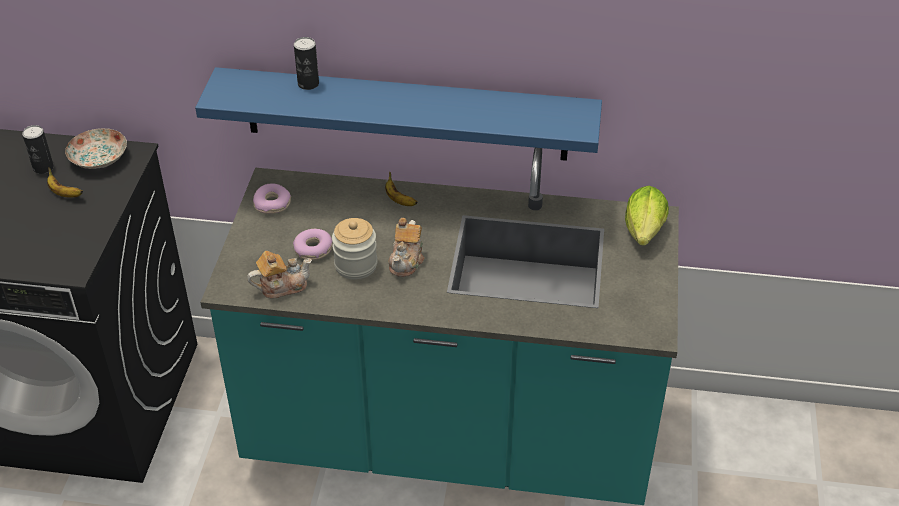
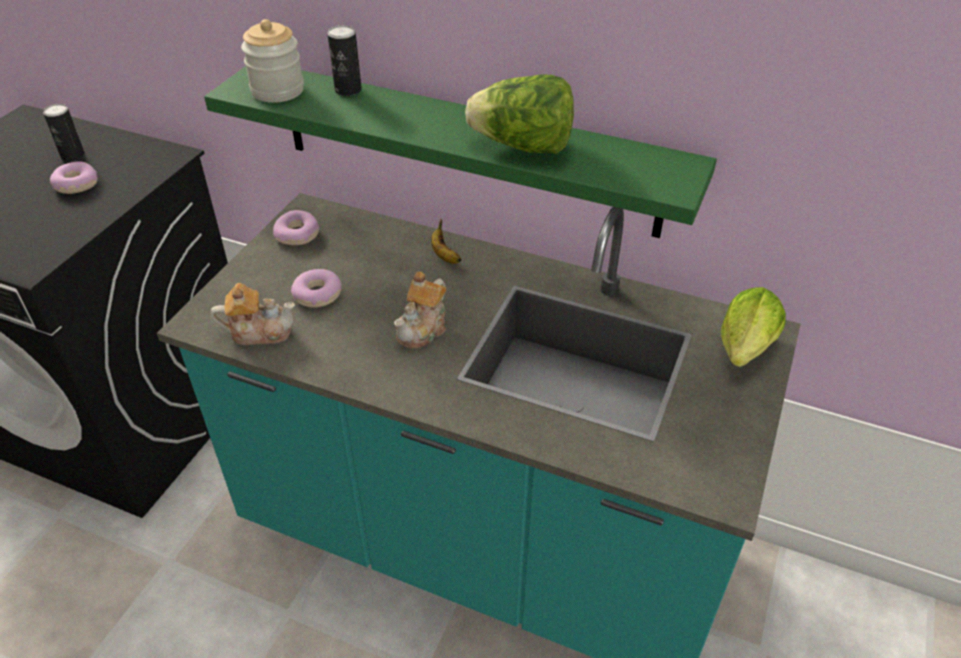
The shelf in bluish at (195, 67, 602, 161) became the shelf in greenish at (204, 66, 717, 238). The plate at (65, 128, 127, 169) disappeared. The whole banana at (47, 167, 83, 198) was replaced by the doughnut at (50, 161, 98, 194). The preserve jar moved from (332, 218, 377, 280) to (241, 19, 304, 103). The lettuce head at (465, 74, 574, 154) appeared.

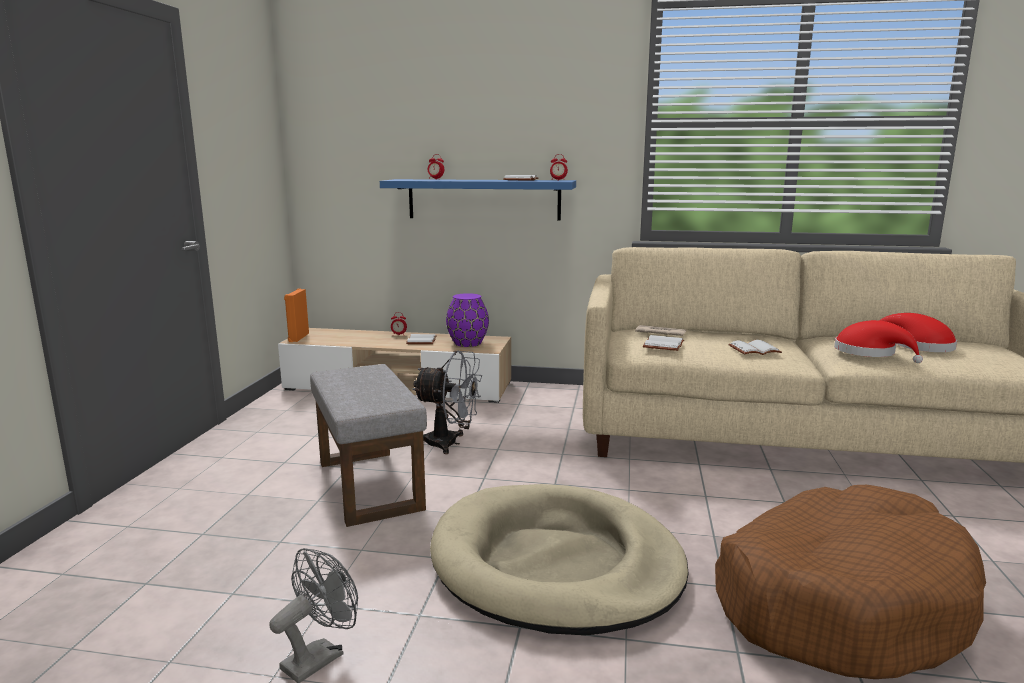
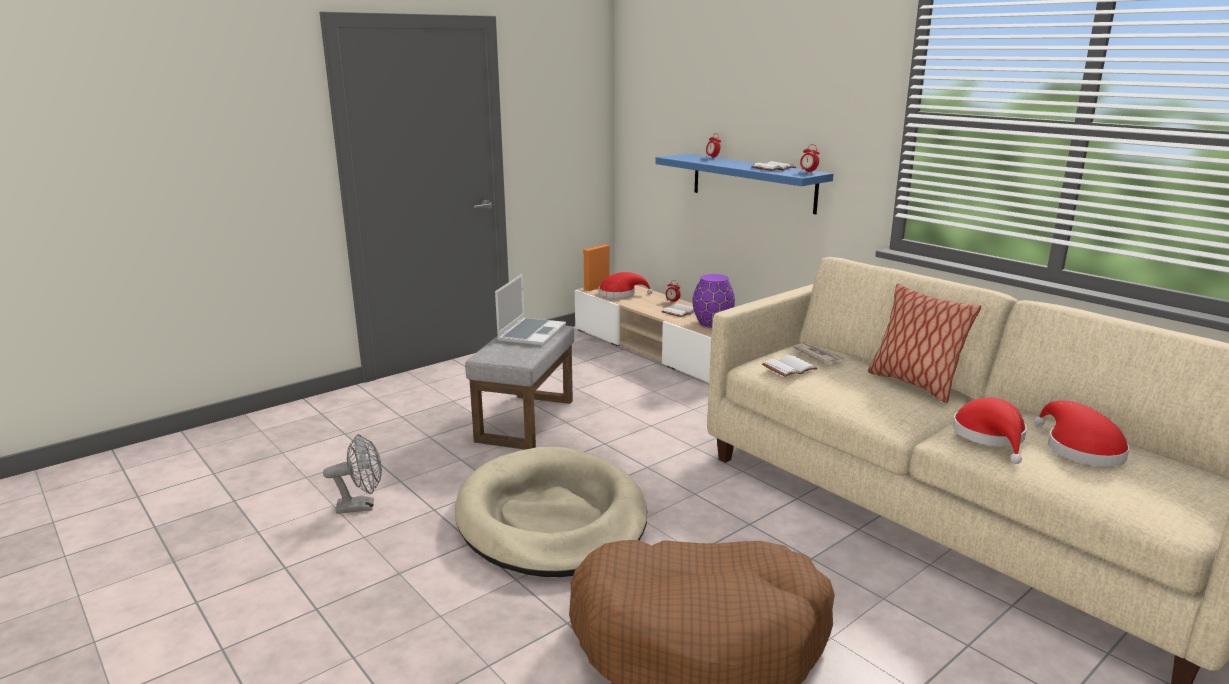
The volume in whitish at (728, 340, 782, 355) disappeared. The fan in greyish at (413, 350, 482, 454) disappeared. The clothing hat in red-coloured at (599, 272, 653, 298) appeared. The notebook computer at (495, 274, 566, 346) appeared. The cushion at (868, 284, 981, 403) appeared.

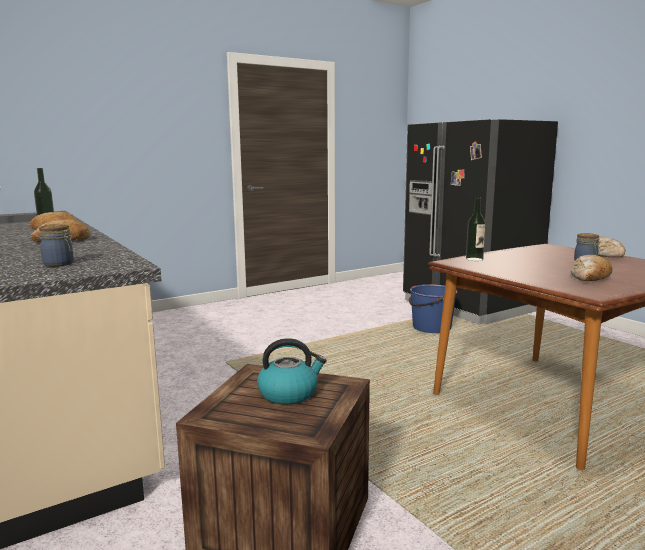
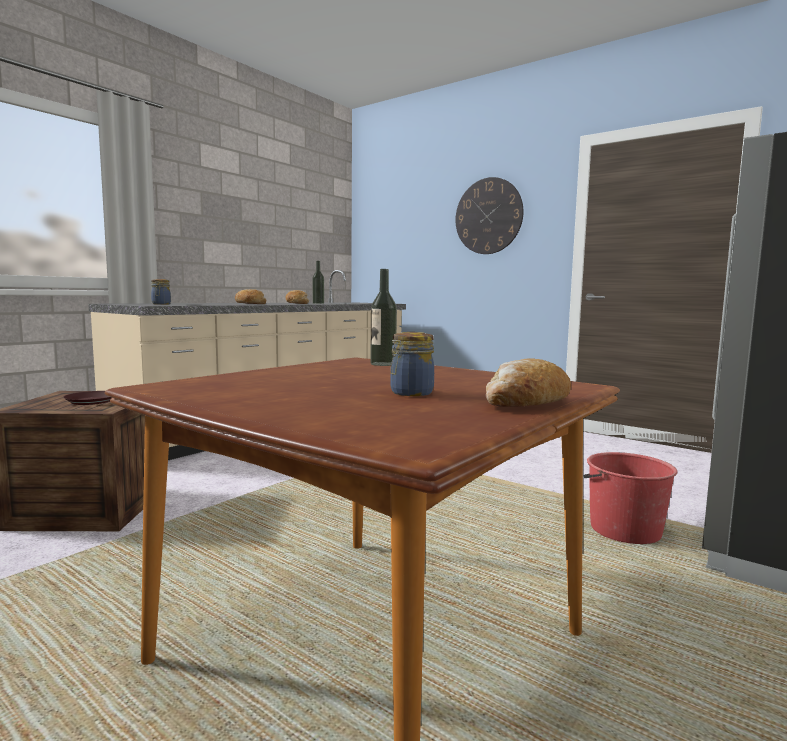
The bakery bread at (570, 255, 612, 281) disappeared. The pail in bluish at (409, 284, 458, 333) became the pail in red-coloured at (583, 452, 678, 544). The kettle at (257, 338, 327, 404) was replaced by the plate in brown-coloured at (63, 391, 112, 405). The hanging clock at (455, 177, 524, 254) appeared.

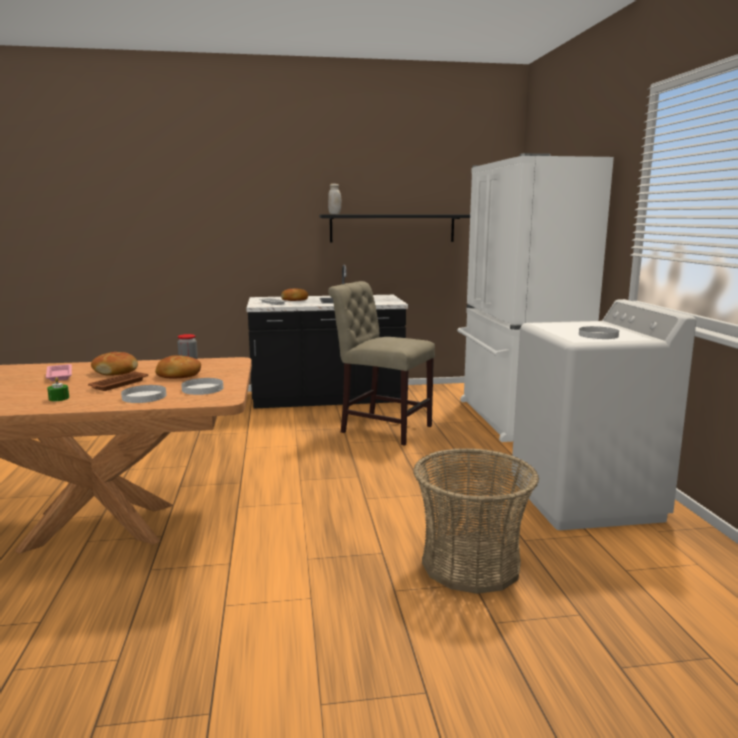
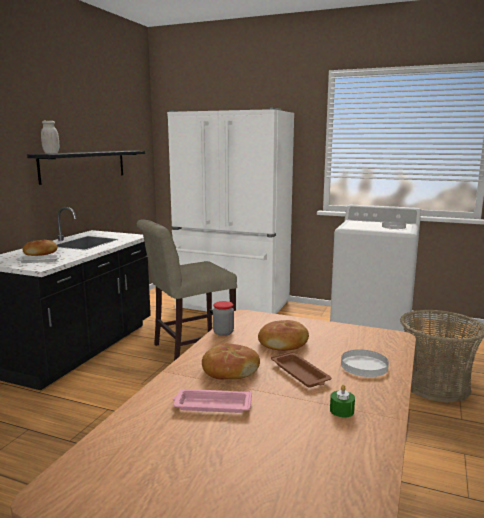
The plate in whitish at (181, 378, 223, 395) disappeared.

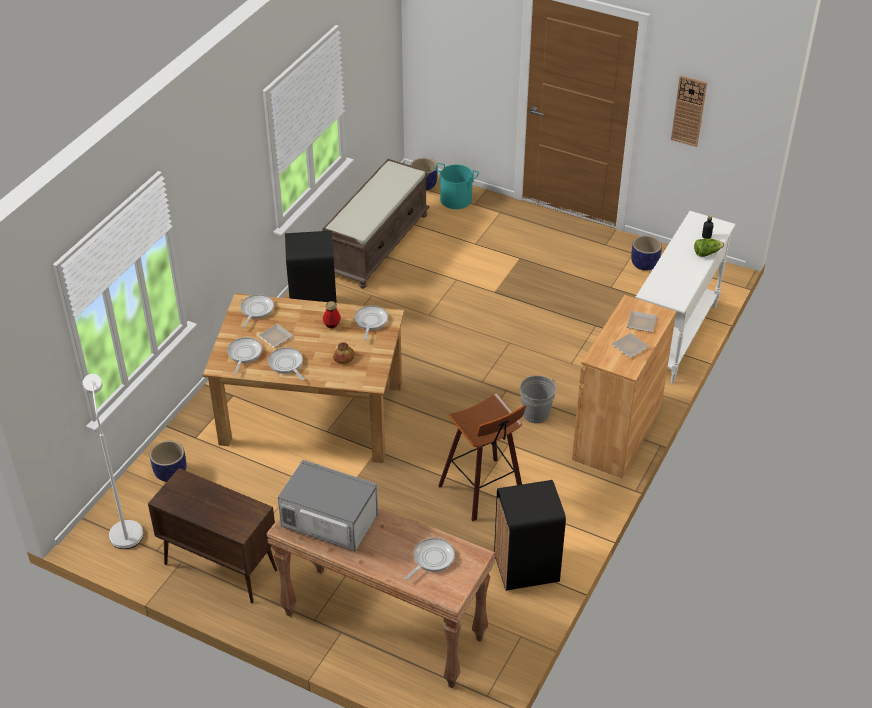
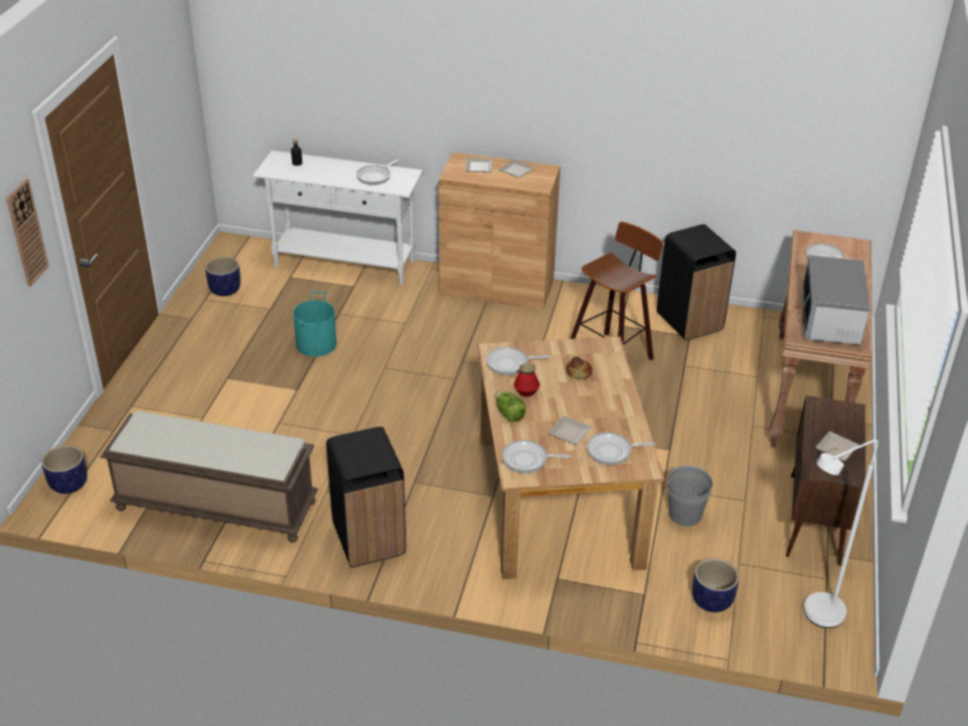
The hanging clock moved from (671, 76, 707, 147) to (6, 179, 49, 287). The pail in turquoise-coloured moved from (434, 163, 479, 209) to (293, 291, 337, 357). The lettuce head moved from (694, 238, 724, 257) to (496, 391, 526, 422). The pan moved from (268, 347, 305, 381) to (356, 159, 400, 185). The pail in greyish moved from (520, 375, 556, 423) to (668, 465, 713, 526). The plate at (815, 431, 859, 461) appeared.

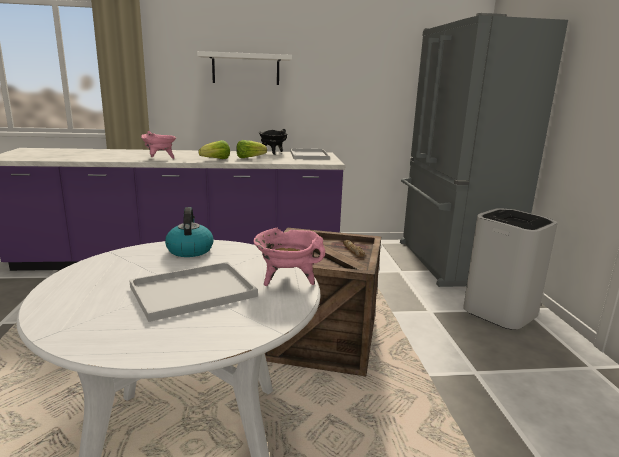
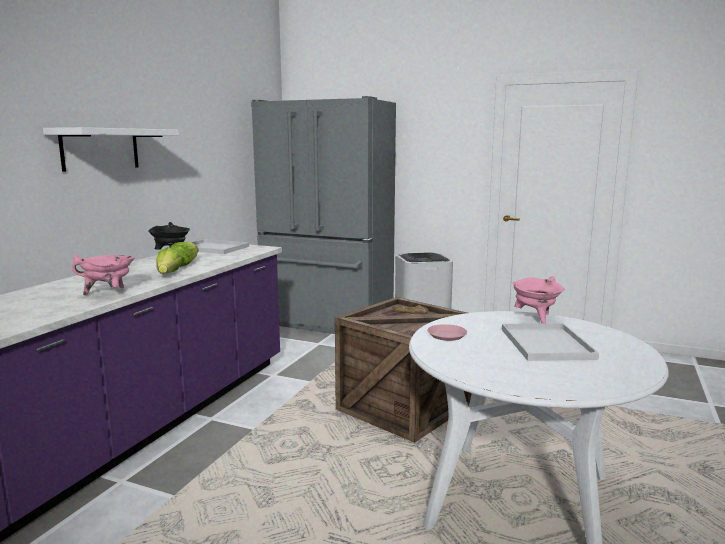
The kettle at (165, 207, 214, 257) was replaced by the plate in pink-coloured at (427, 324, 467, 341).

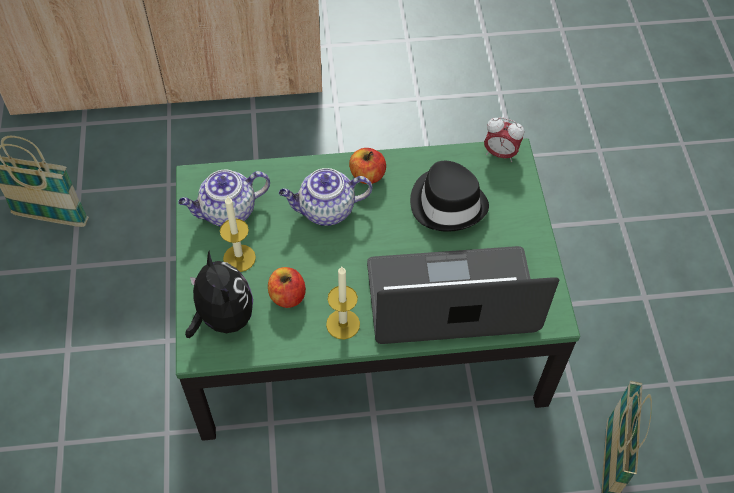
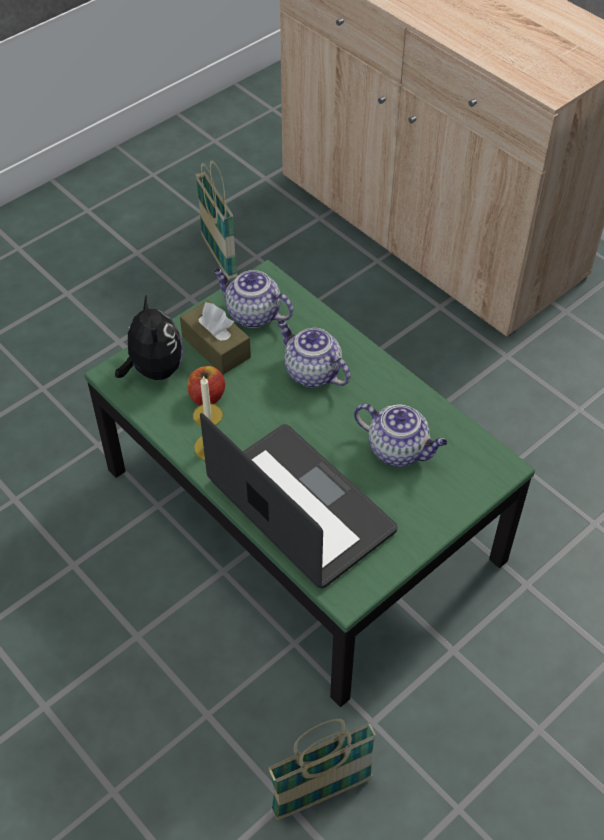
The bedside clock at (484, 117, 524, 162) disappeared. The apple at (349, 148, 386, 184) disappeared. The clothing hat in black-coloured at (410, 161, 489, 232) was replaced by the pot for tea at (354, 403, 448, 467). The wax candle at (220, 197, 256, 272) was replaced by the box of tissues in brown-coloured at (180, 300, 251, 375). The soft toy at (185, 251, 253, 338) turned 45 degrees counterclockwise.

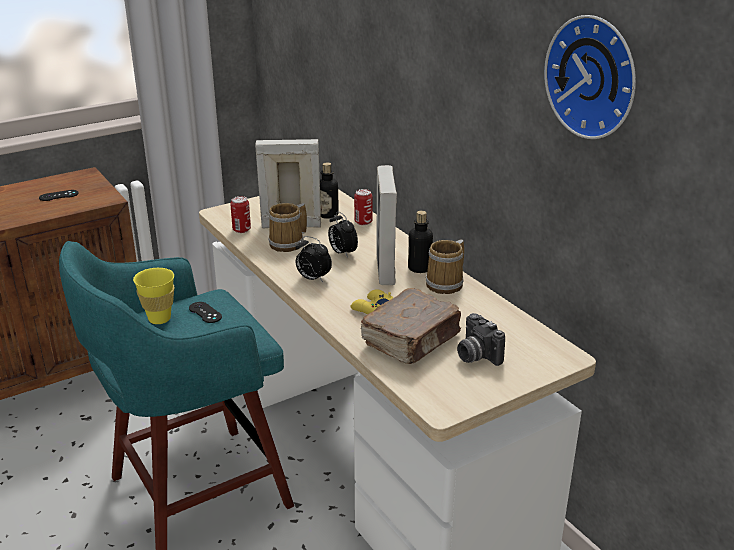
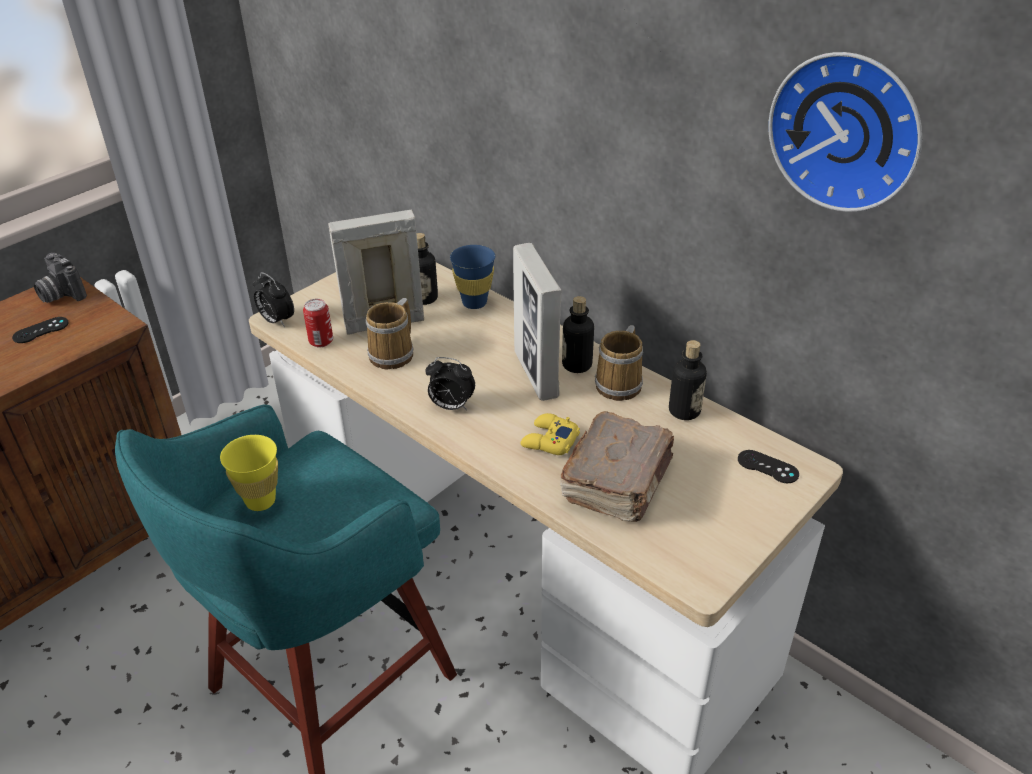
The metal can at (354, 189, 372, 225) was replaced by the cup in bluish at (450, 245, 495, 309). The bedside clock moved from (328, 211, 358, 258) to (253, 272, 294, 327). The game controller in black-coloured moved from (189, 302, 222, 323) to (738, 450, 799, 483). The still camera moved from (457, 313, 505, 366) to (34, 253, 87, 303). The bottle at (669, 340, 707, 420) appeared.

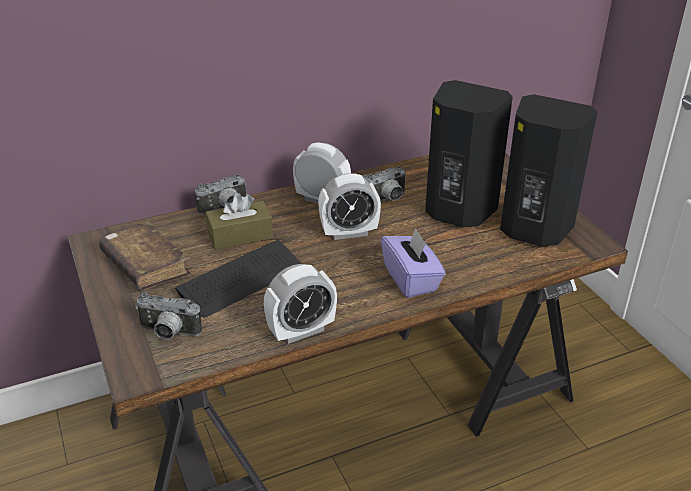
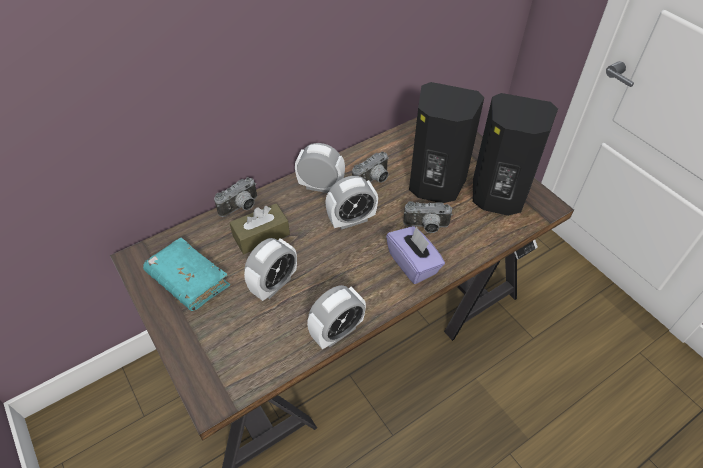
The volume in brown-coloured at (99, 221, 191, 290) became the volume in turquoise-coloured at (143, 238, 230, 311). The keyboard at (175, 240, 301, 318) was replaced by the bedside clock at (244, 238, 297, 301). The still camera moved from (135, 292, 202, 339) to (403, 201, 453, 233).

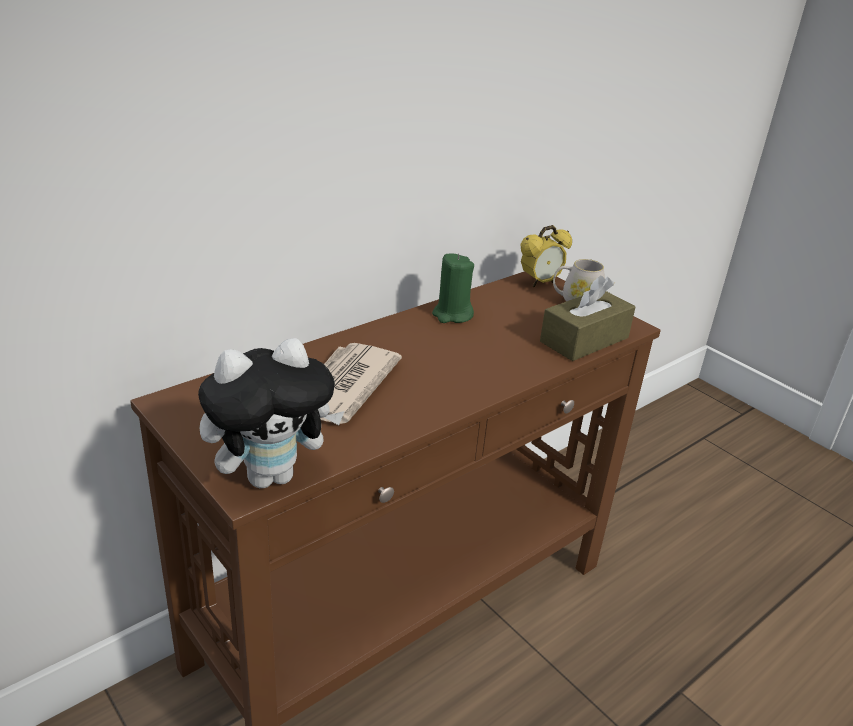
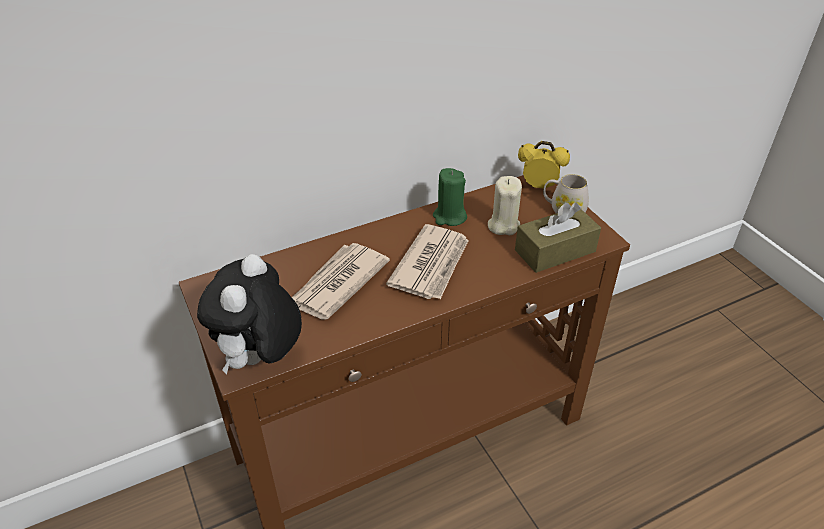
The bedside clock at (521, 225, 572, 287) turned 150 degrees counterclockwise. The soft toy at (198, 338, 344, 488) turned 120 degrees clockwise. The wax candle in beige-coloured at (488, 176, 522, 235) appeared. The newspaper at (386, 224, 469, 299) appeared.

